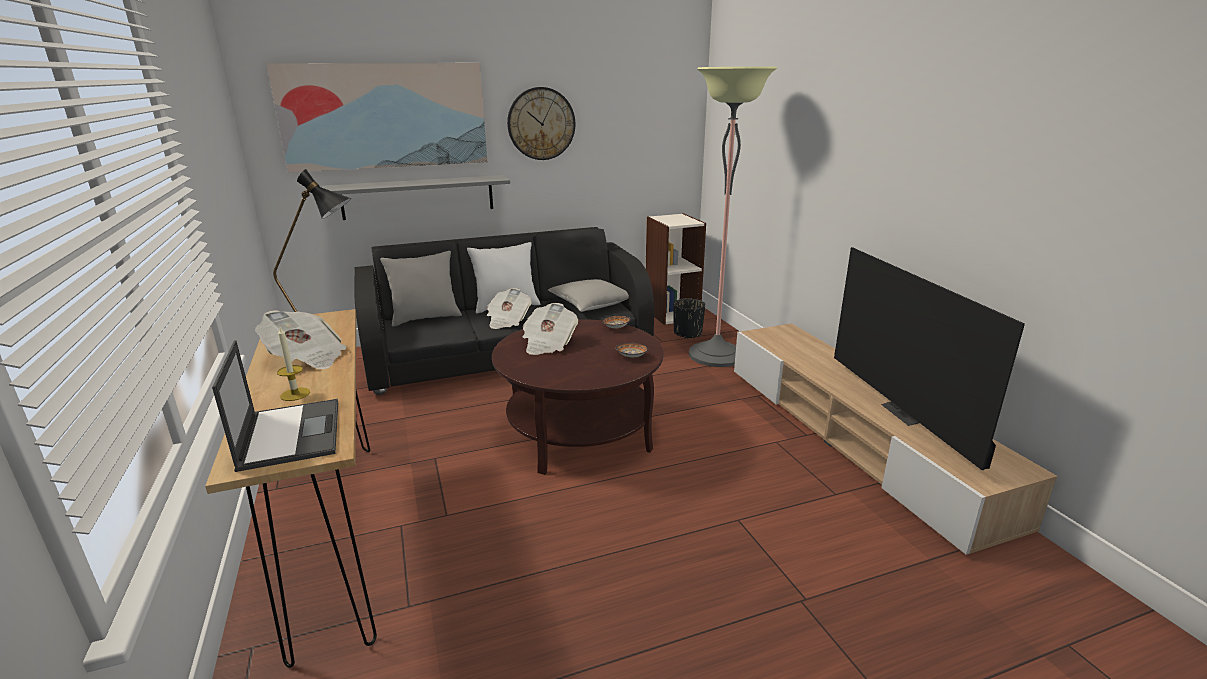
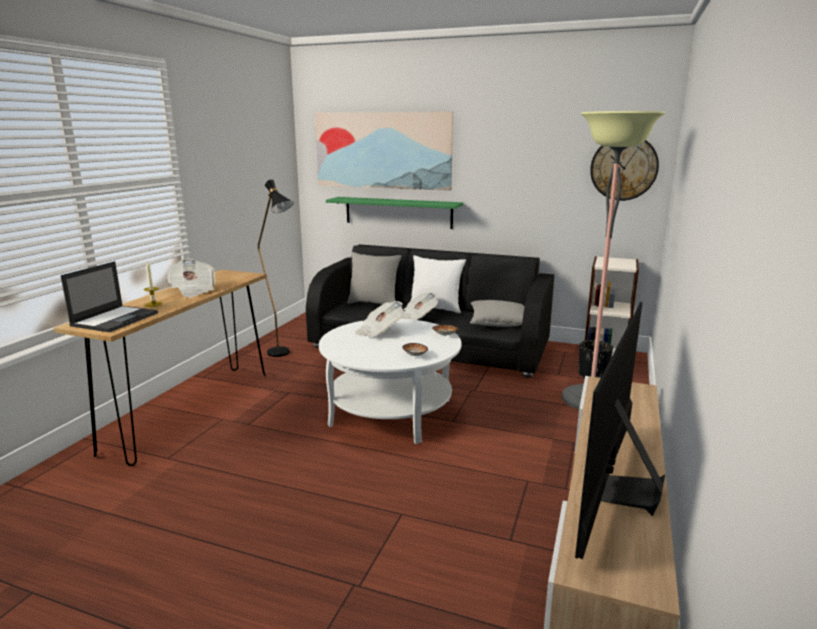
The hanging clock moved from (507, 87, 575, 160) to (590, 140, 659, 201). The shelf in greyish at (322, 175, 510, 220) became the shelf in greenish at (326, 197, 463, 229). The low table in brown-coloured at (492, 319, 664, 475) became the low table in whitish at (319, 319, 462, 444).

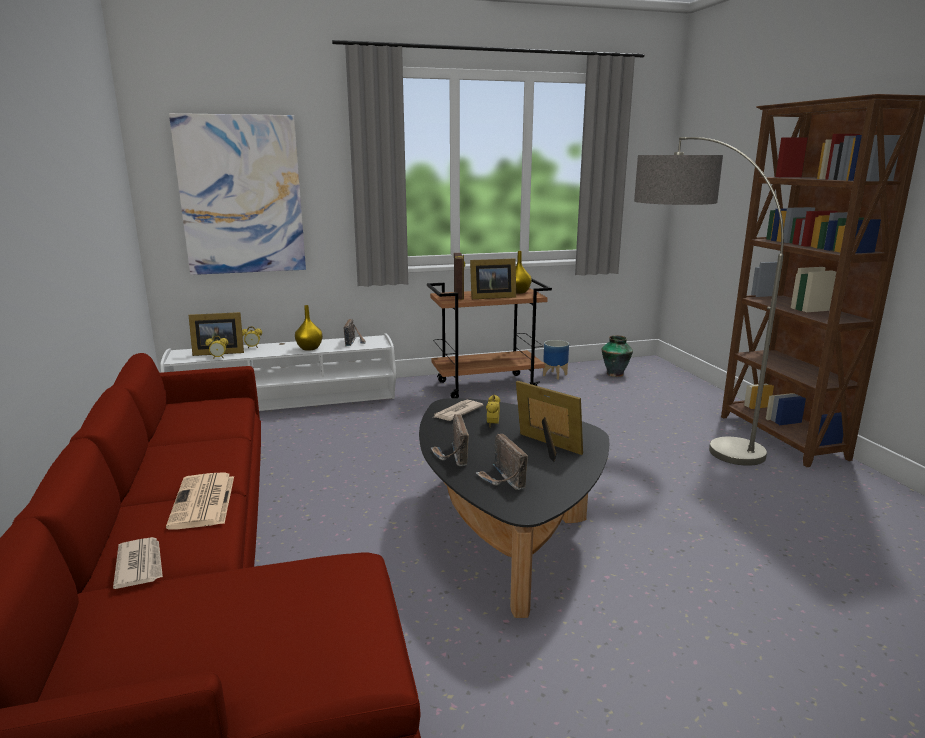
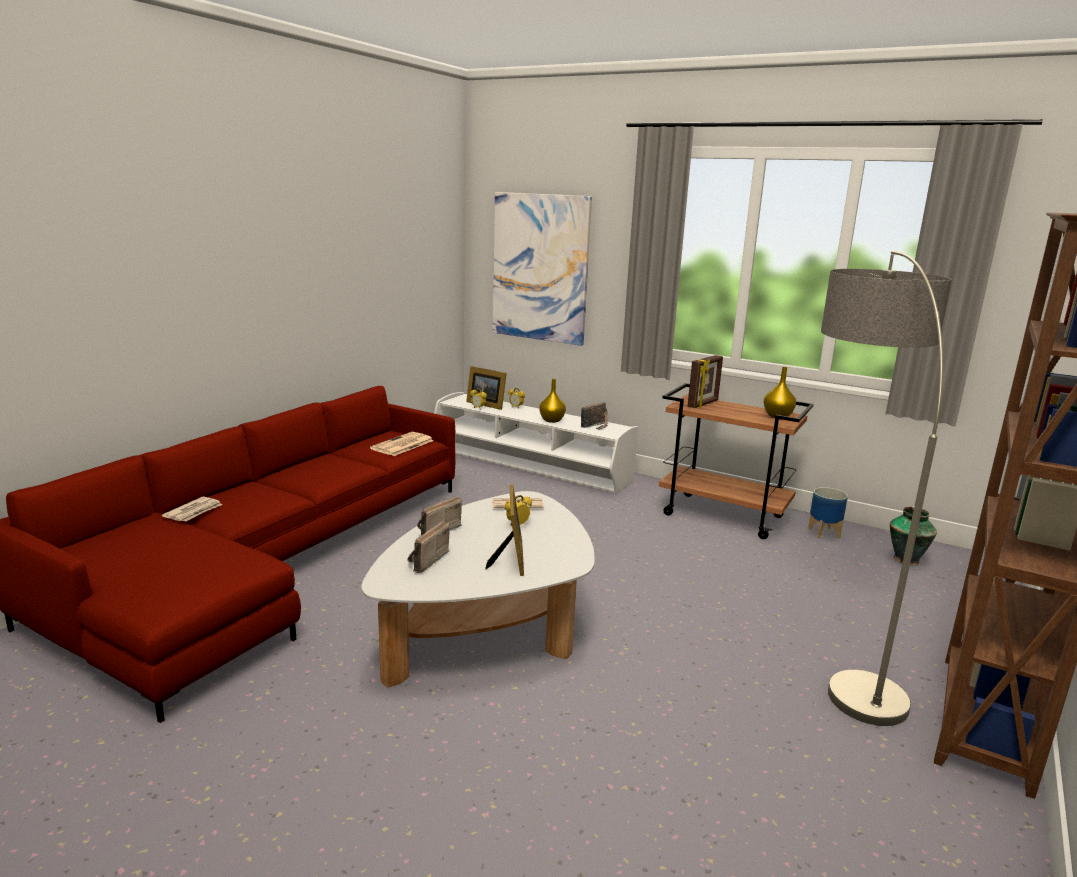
The picture frame at (470, 258, 516, 299) disappeared. The low table in black-coloured at (419, 398, 609, 618) became the low table in whitish at (361, 491, 595, 687). The newspaper moved from (166, 472, 234, 529) to (370, 432, 434, 456).

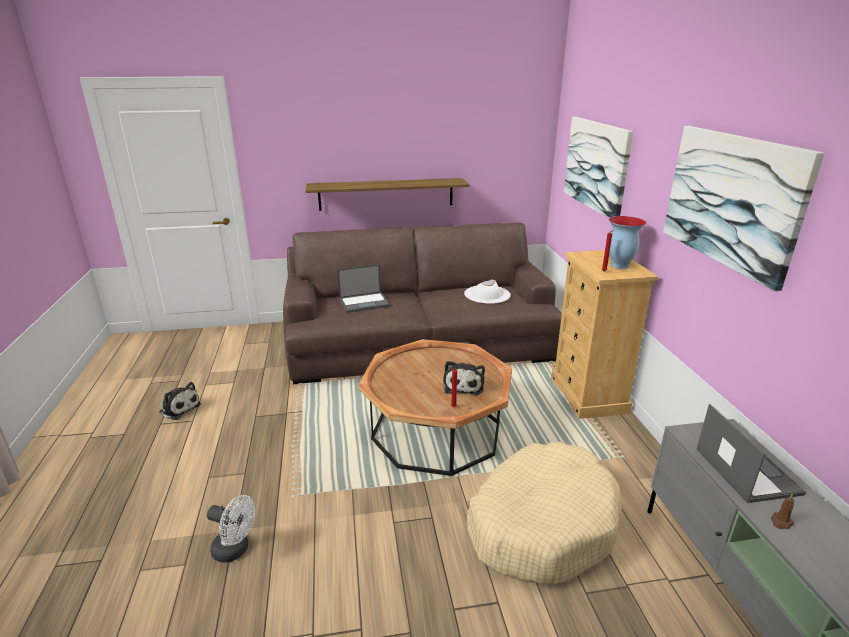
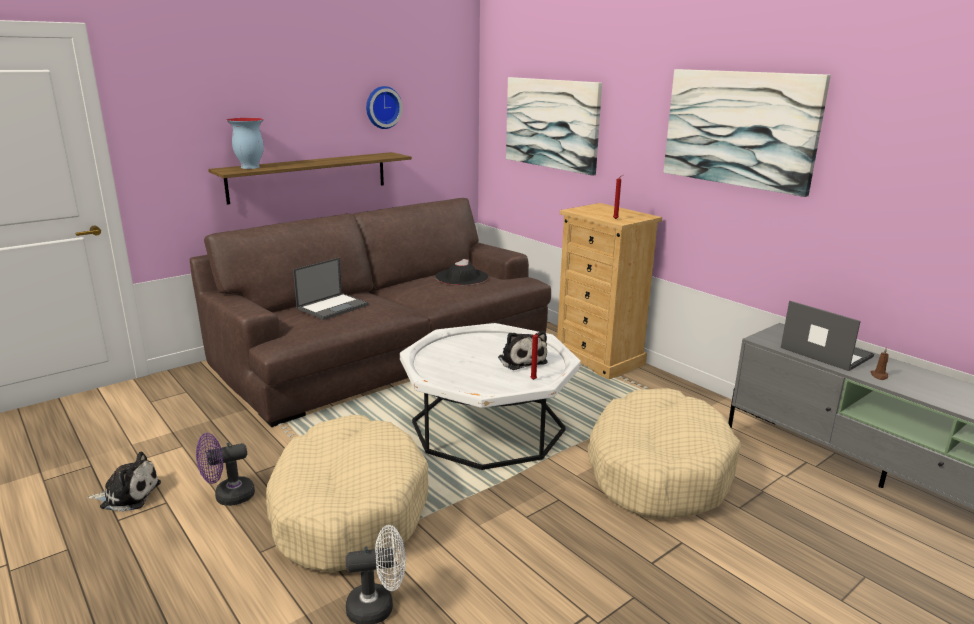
The flower vase moved from (609, 216, 647, 269) to (226, 118, 264, 169). The clothing hat in whitish at (464, 279, 511, 304) became the clothing hat in black-coloured at (435, 259, 488, 285). The low table in brown-coloured at (358, 339, 512, 476) became the low table in whitish at (400, 323, 581, 470). The hanging clock at (366, 86, 403, 129) appeared. The pet bed in beige-coloured at (266, 415, 428, 573) appeared. The fan in purplish at (196, 433, 255, 506) appeared.

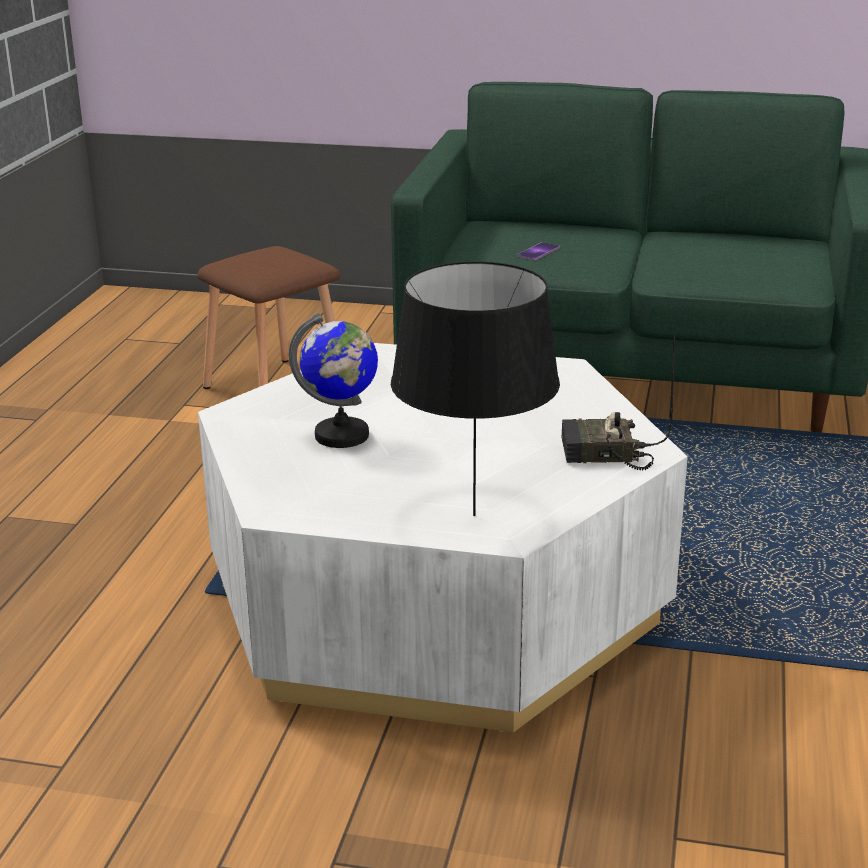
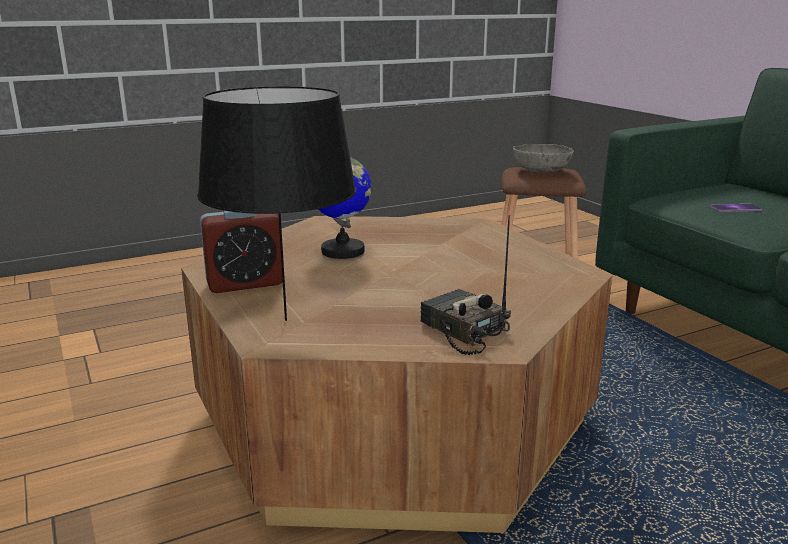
The low table in whitish at (198, 343, 688, 732) became the low table in brown-coloured at (181, 216, 612, 533). The serving bowl in greyish at (513, 144, 574, 172) appeared. The bedside clock at (200, 211, 283, 293) appeared.

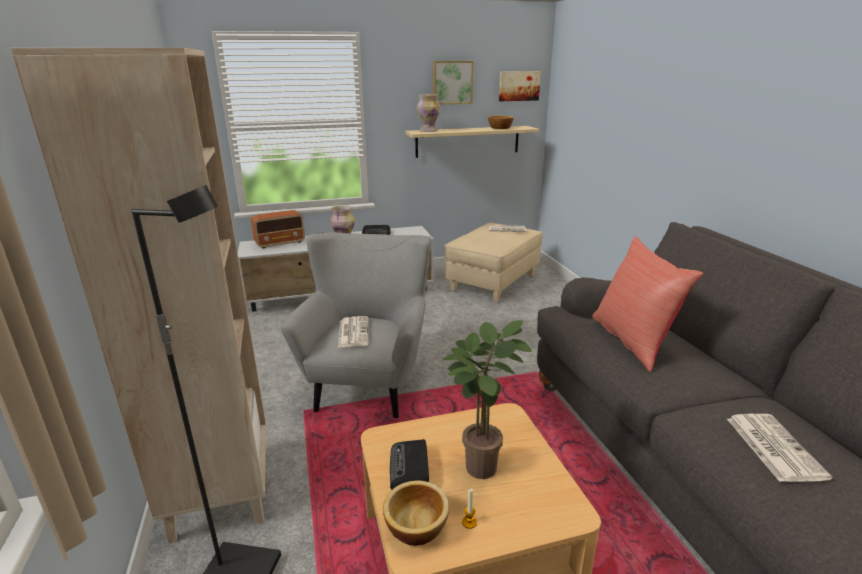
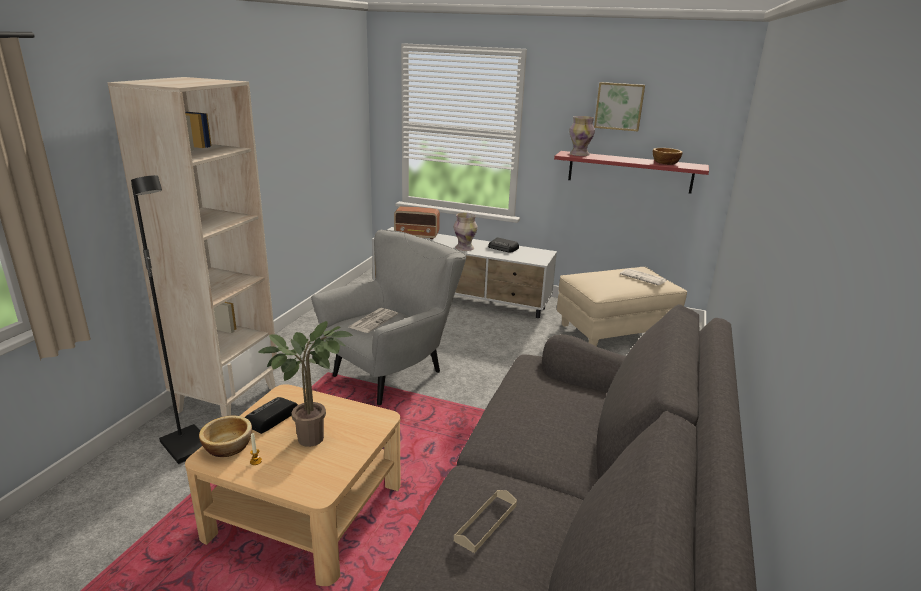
The wall picture at (499, 71, 541, 101) disappeared. The shelf in beige-coloured at (405, 126, 539, 158) became the shelf in red-coloured at (554, 151, 709, 194). The cushion in red-coloured at (592, 236, 704, 372) disappeared. The newspaper at (727, 414, 832, 482) was replaced by the tray in beige-coloured at (454, 490, 517, 553).

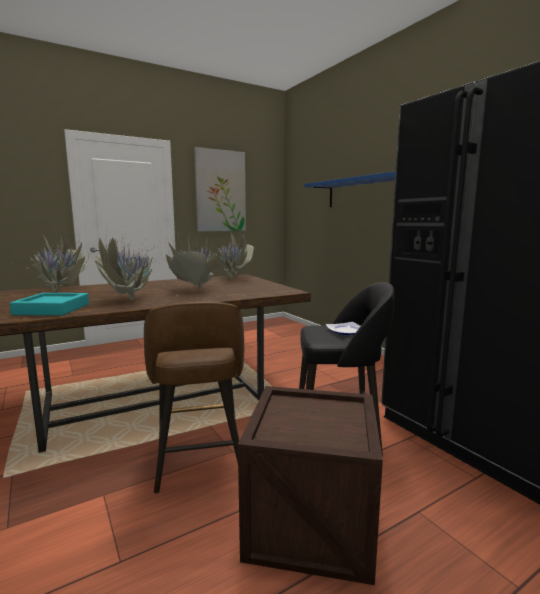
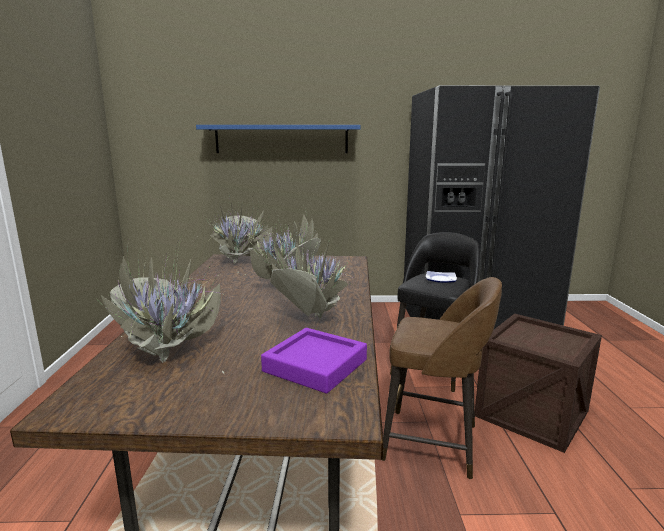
The wall picture at (194, 147, 246, 231) disappeared. The tray in turquoise-coloured at (10, 293, 89, 316) became the tray in purplish at (261, 328, 367, 394).

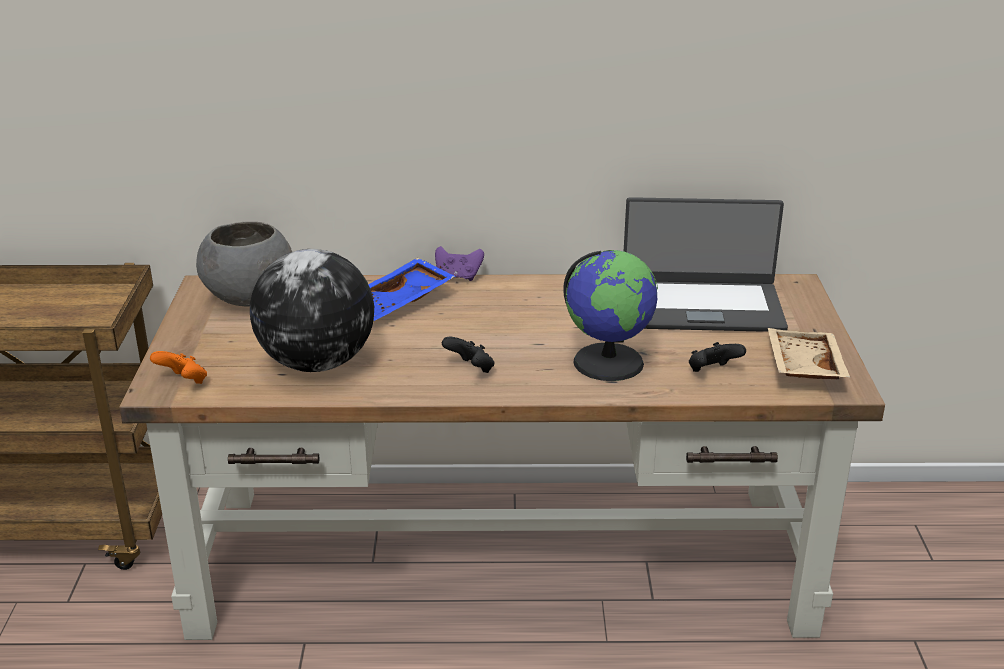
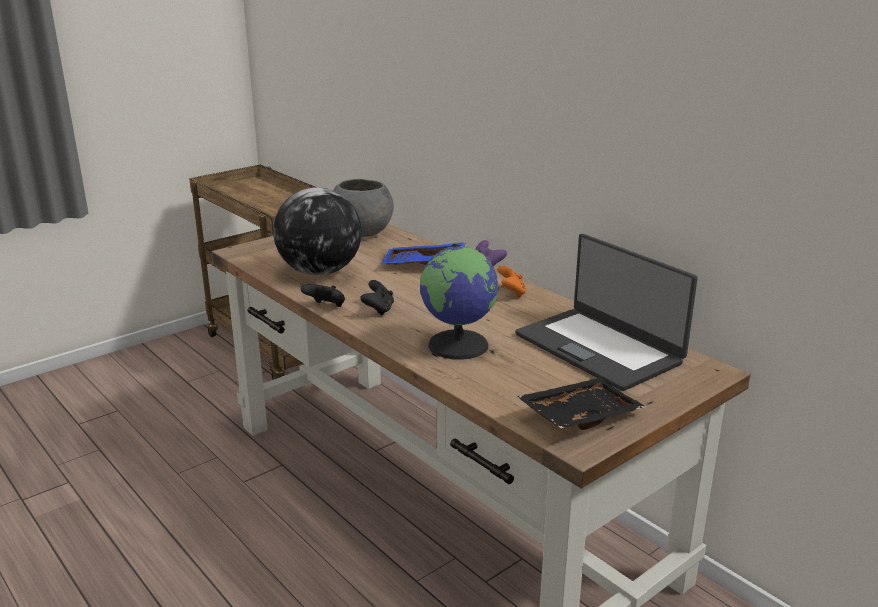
The tray in beige-coloured at (768, 328, 851, 379) became the tray in black-coloured at (516, 378, 646, 430). The game controller in black-coloured moved from (689, 342, 746, 372) to (301, 284, 345, 307). The game controller in orangey moved from (150, 351, 207, 384) to (497, 265, 527, 298).

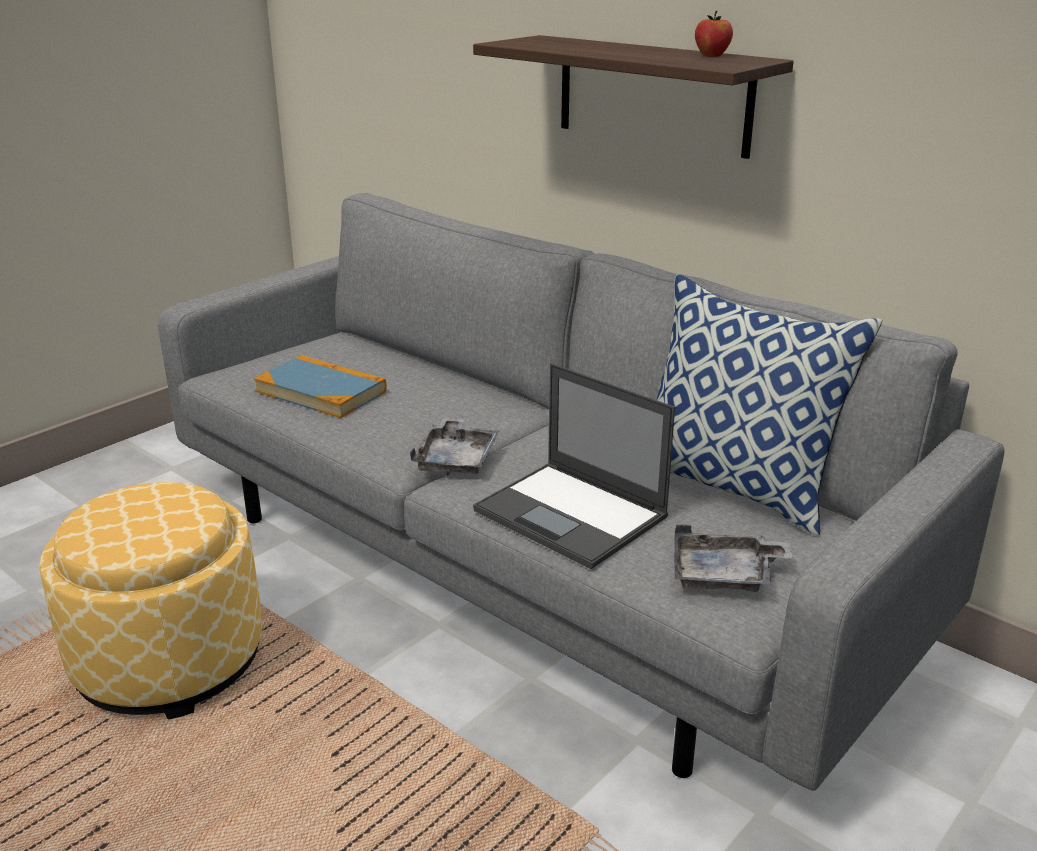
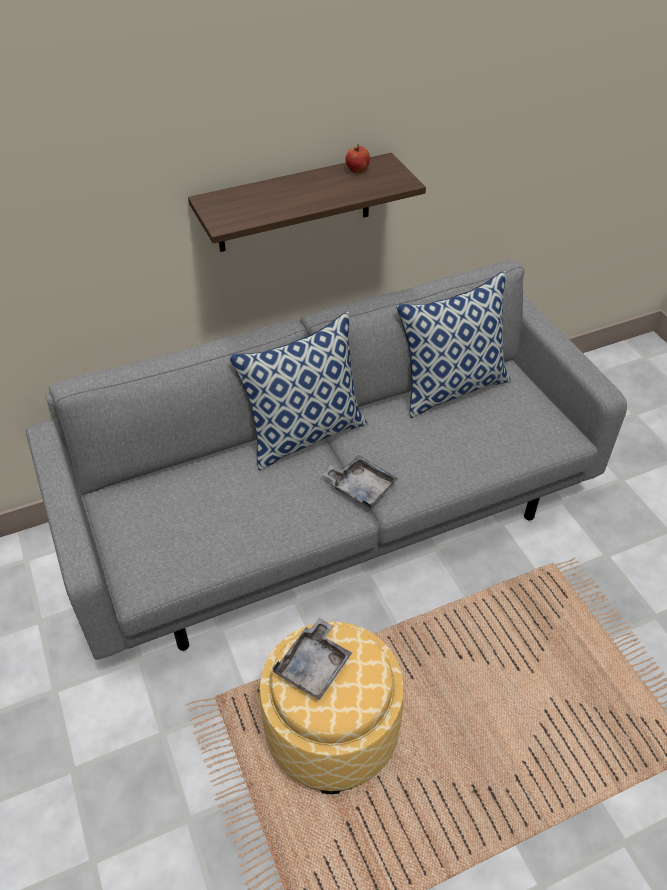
The volume at (254, 355, 387, 418) disappeared. The notebook computer at (473, 363, 675, 569) disappeared. The tray in greyish moved from (674, 524, 793, 592) to (273, 618, 352, 700). The cushion at (229, 312, 368, 471) appeared.

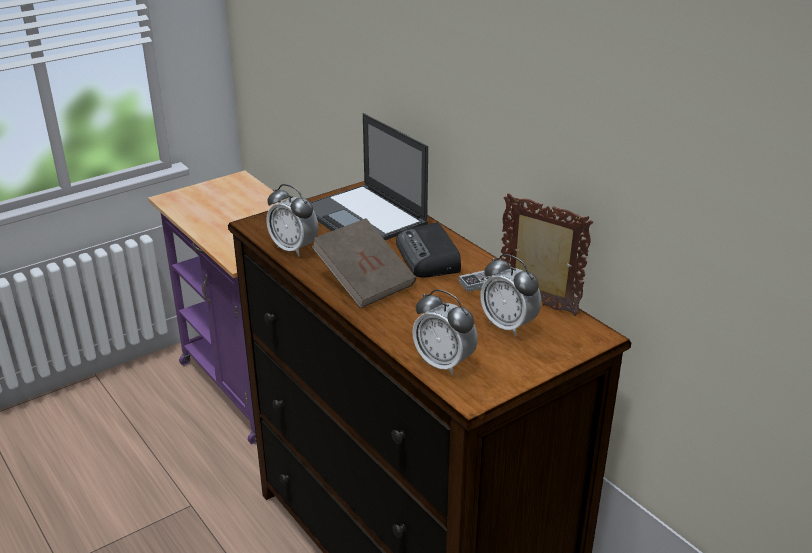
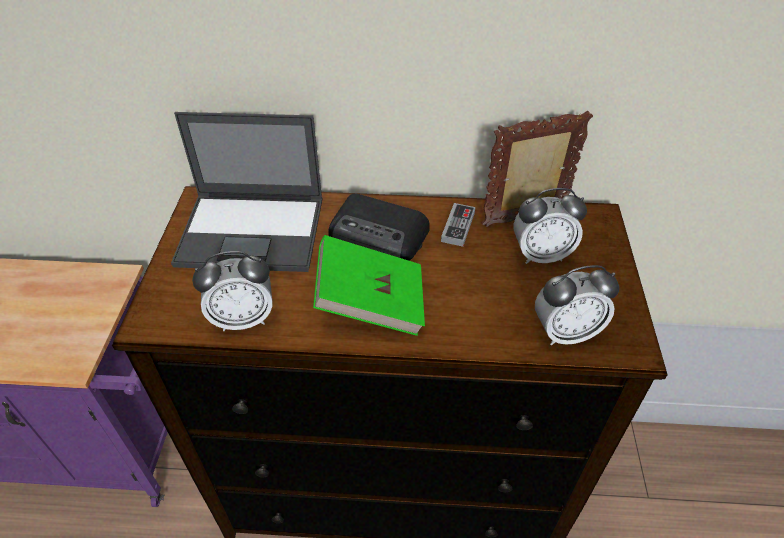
The volume in brown-coloured at (311, 218, 416, 308) became the volume in greenish at (313, 235, 425, 336).

